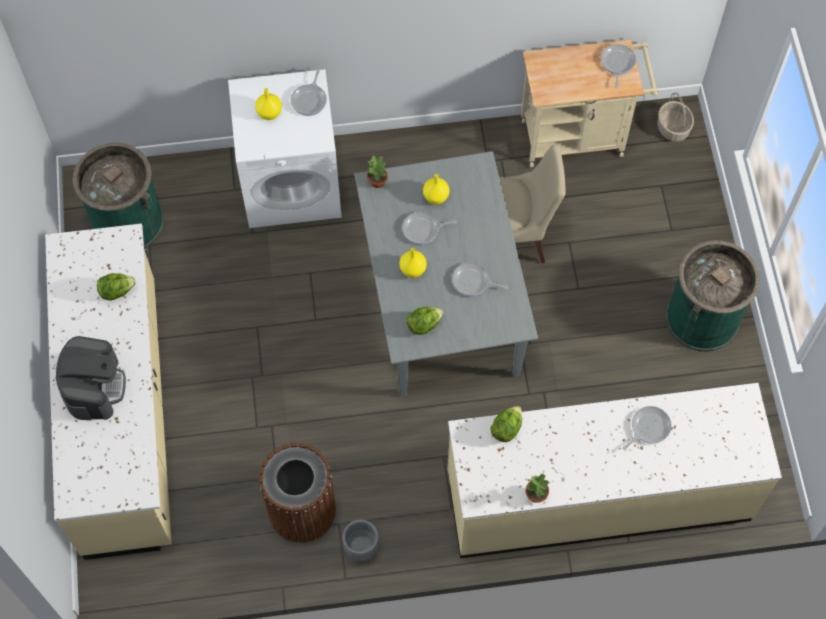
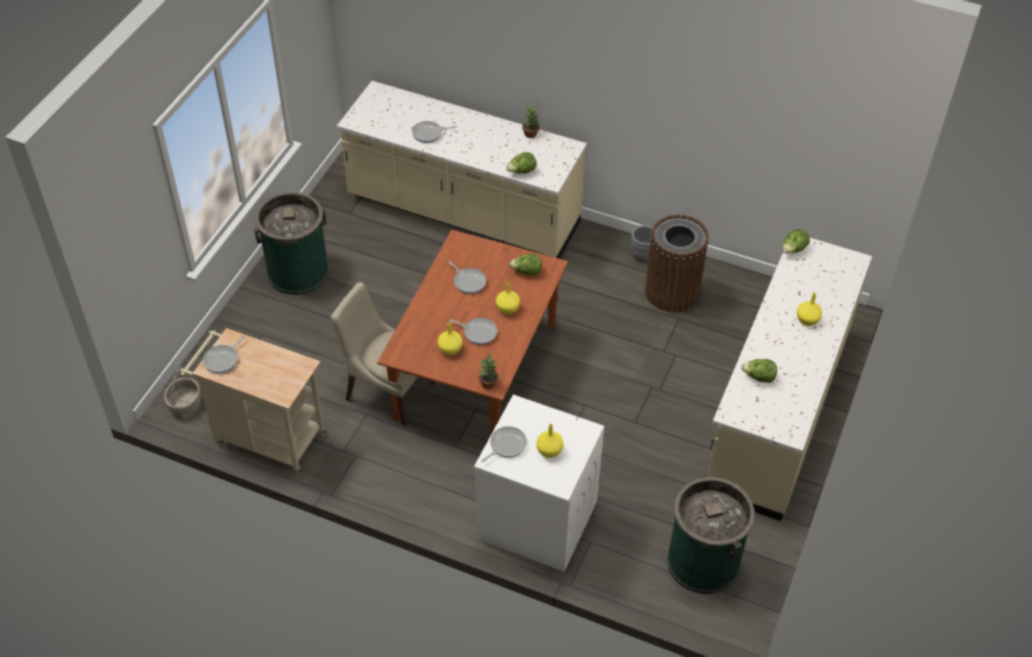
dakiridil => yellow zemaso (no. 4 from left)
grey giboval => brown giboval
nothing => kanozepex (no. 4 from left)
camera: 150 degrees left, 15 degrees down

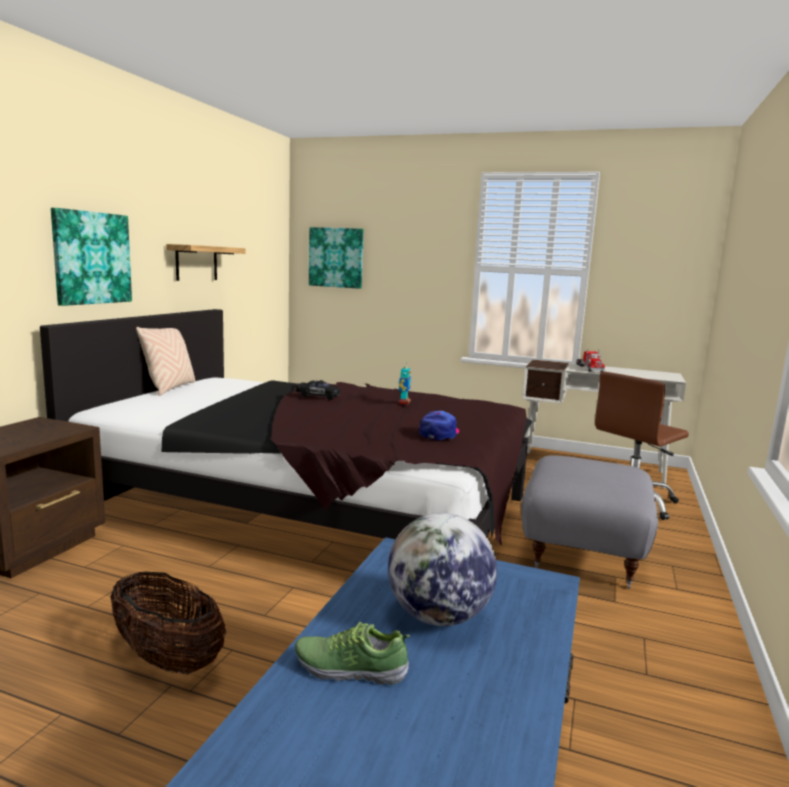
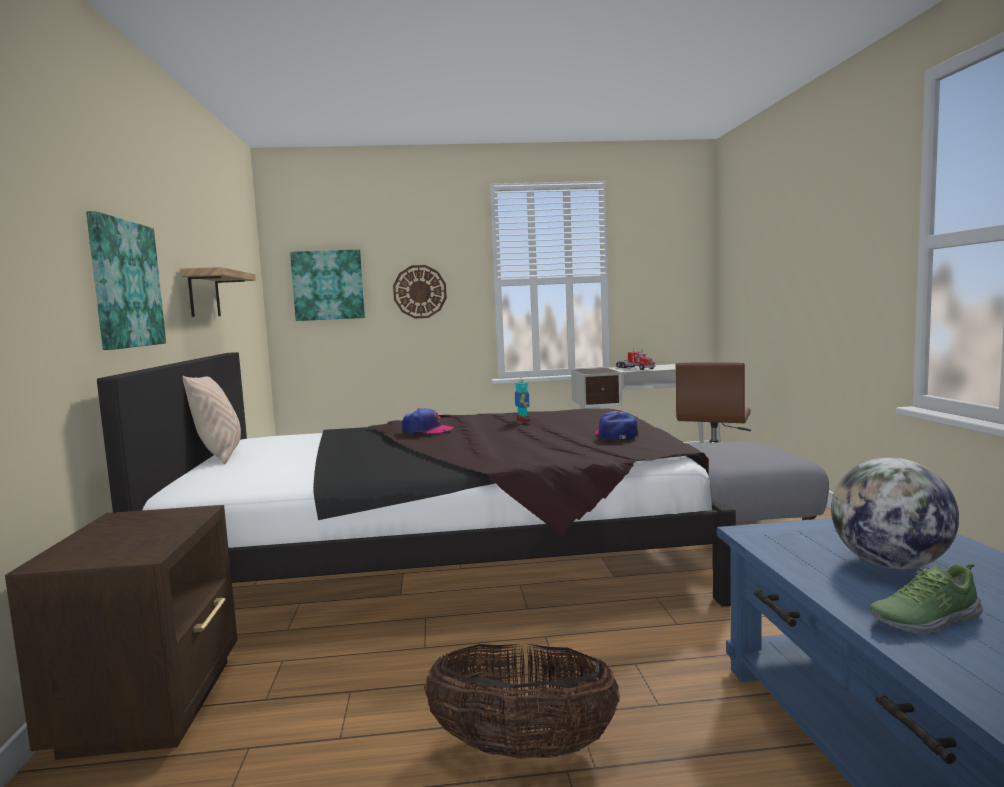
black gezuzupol => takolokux (no. 1 from left)
nothing => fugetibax
camera: 25 degrees left, 5 degrees down

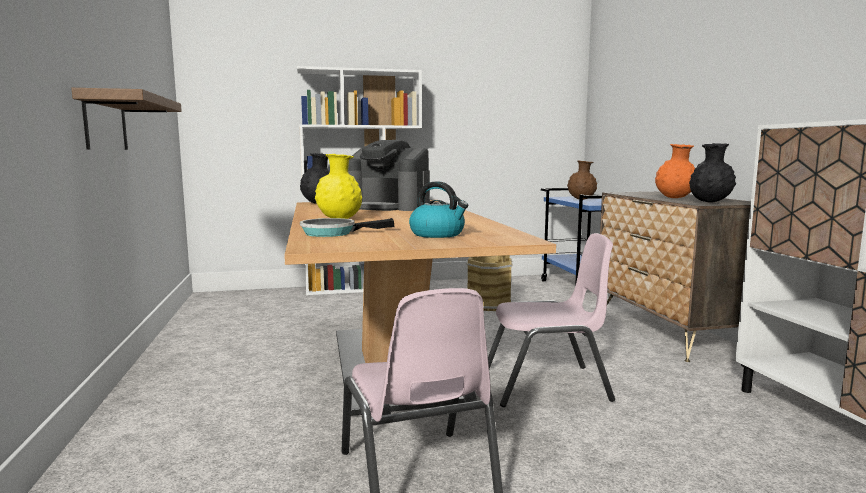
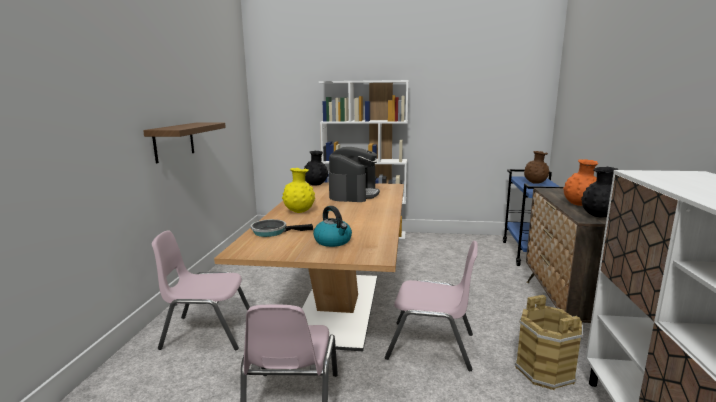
dakiridil, 120 degrees counterclockwise
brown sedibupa, relocated
nothing => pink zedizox (no. 1 from left)
camera: 20 degrees right, 5 degrees up

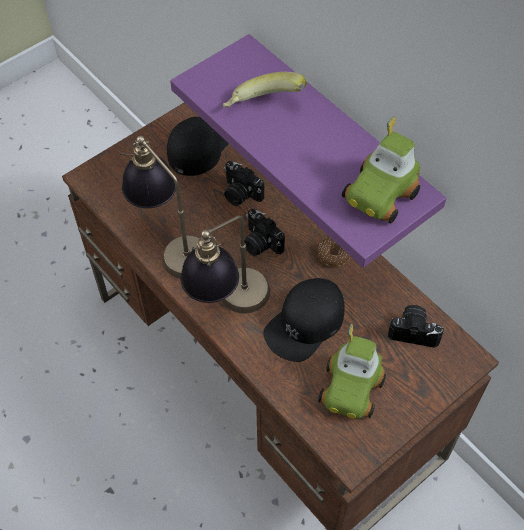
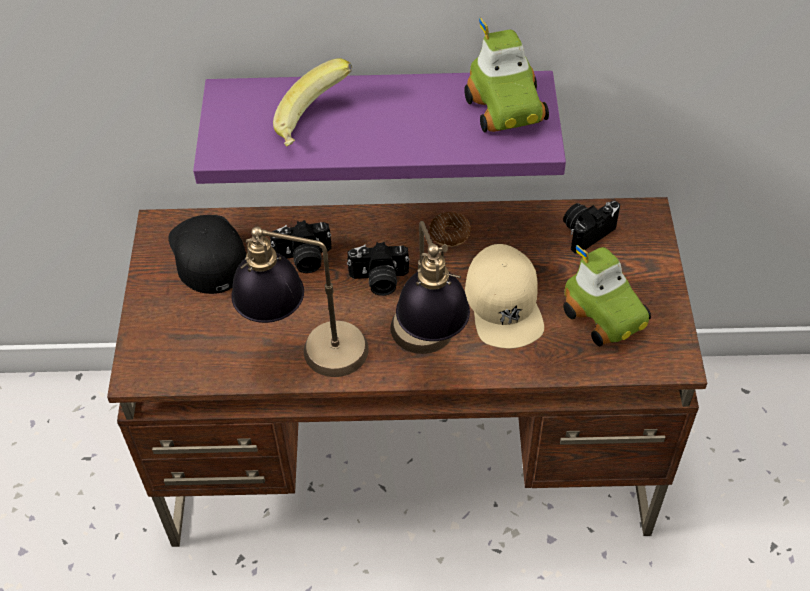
black takolokux (no. 2 from left) => beige takolokux
camera: 50 degrees left, 5 degrees down

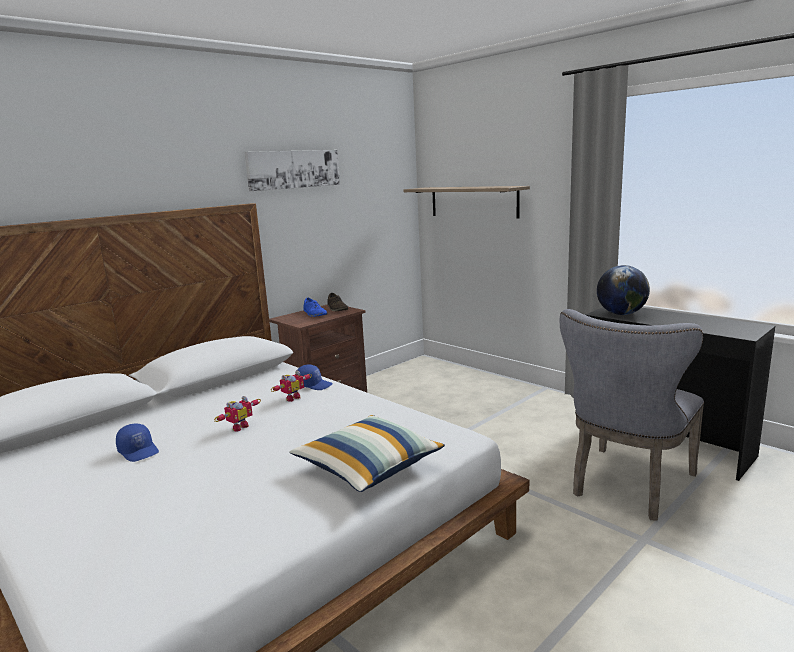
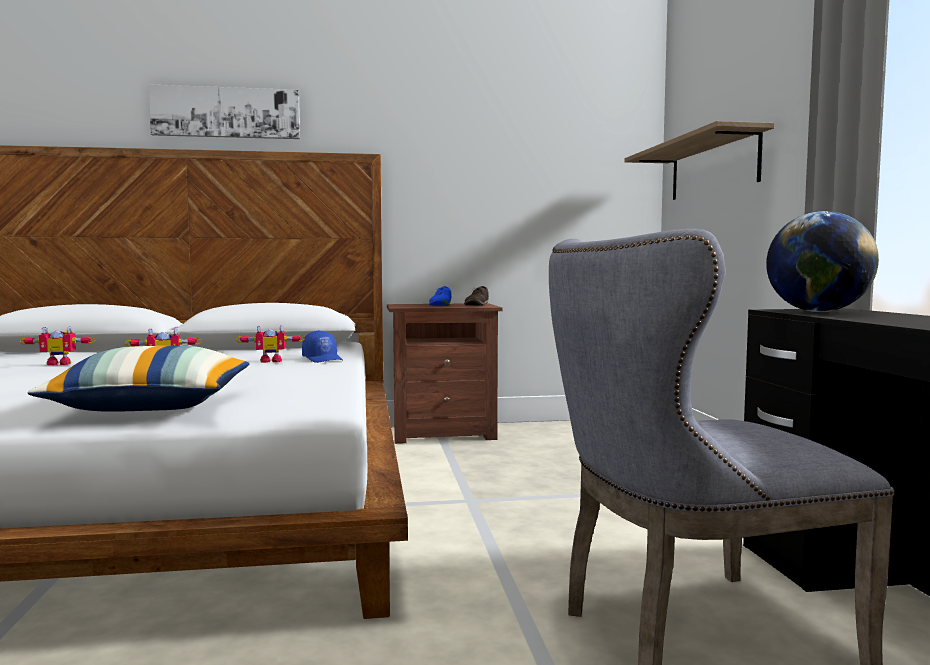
blue takolokux (no. 1 from left) => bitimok (no. 1 from left)
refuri, relocated
camera: 35 degrees right, 10 degrees down

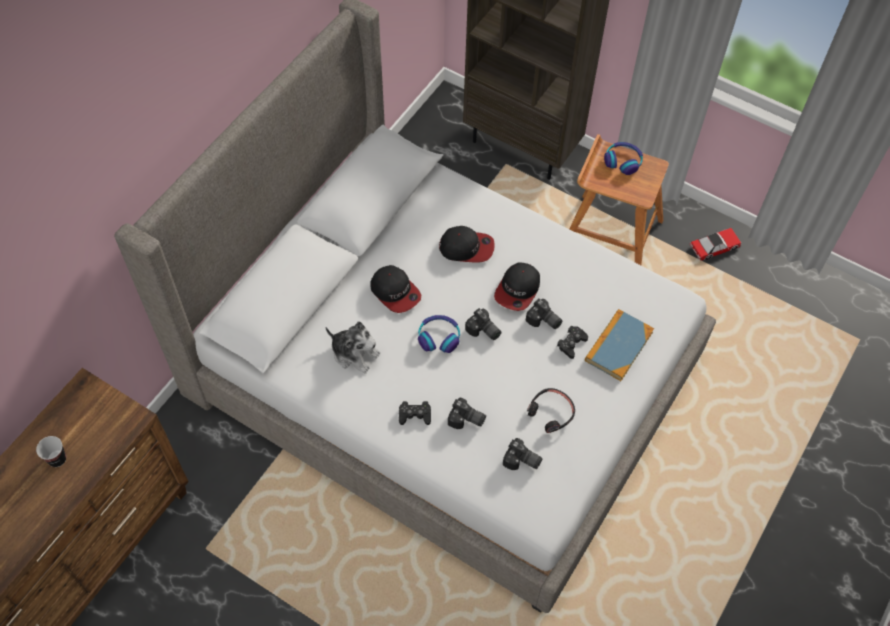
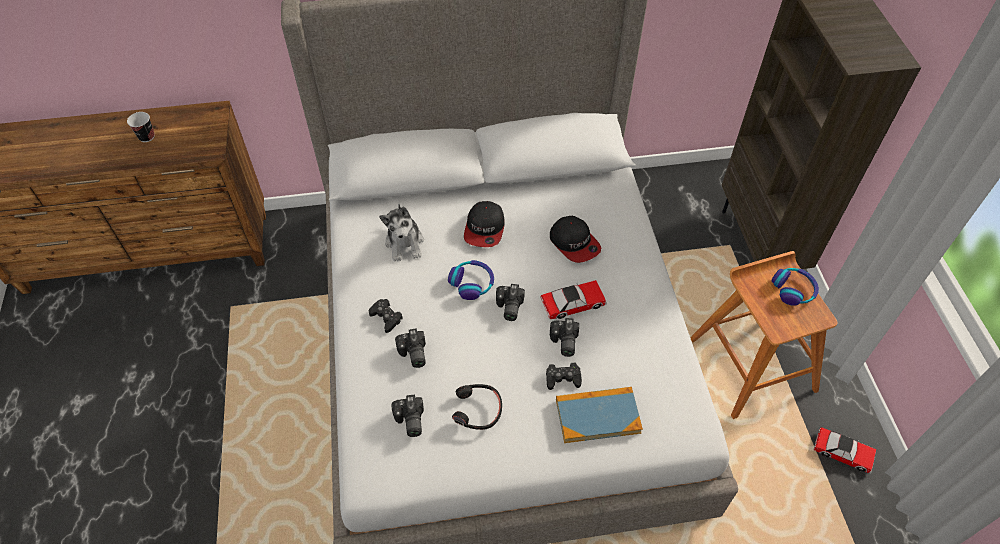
takolokux (no. 3 from left) => gezuzupol (no. 1 from left)
camera: 50 degrees right, 5 degrees down

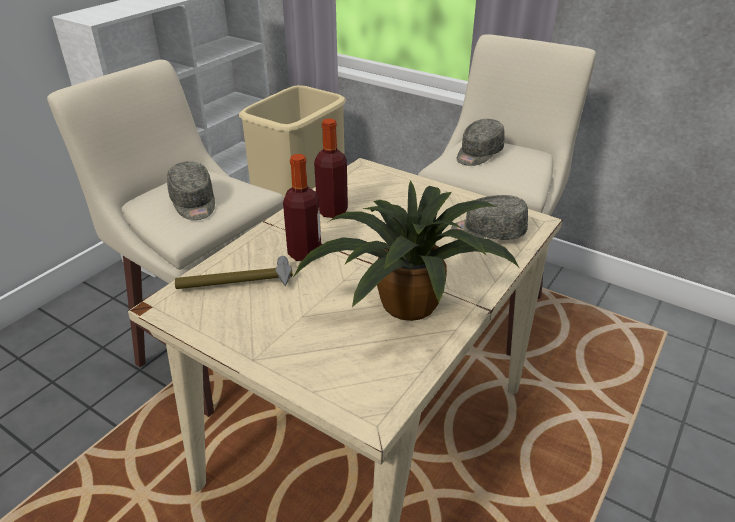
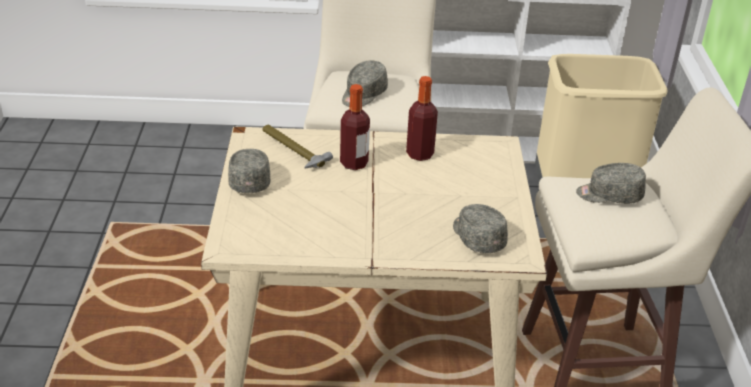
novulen => nothing
nothing => grey takolokux (no. 1 from left)
camera: 55 degrees right, 0 degrees up

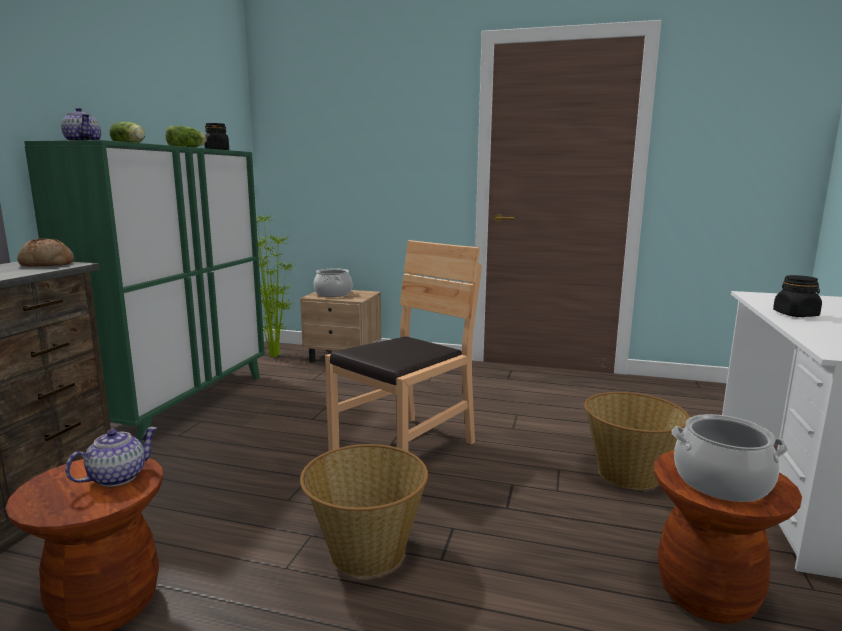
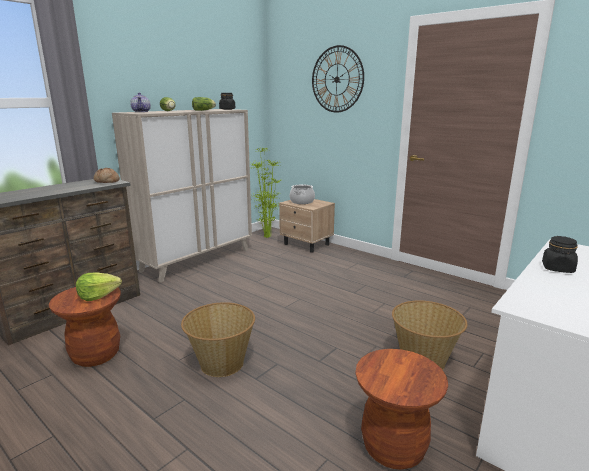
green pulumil => beige pulumil
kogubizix (no. 2 from left) => kanozepex (no. 1 from left)
brown zedizox => nothing
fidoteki (no. 2 from left) => nothing
nothing => fugetibax
camera: 25 degrees right, 5 degrees up

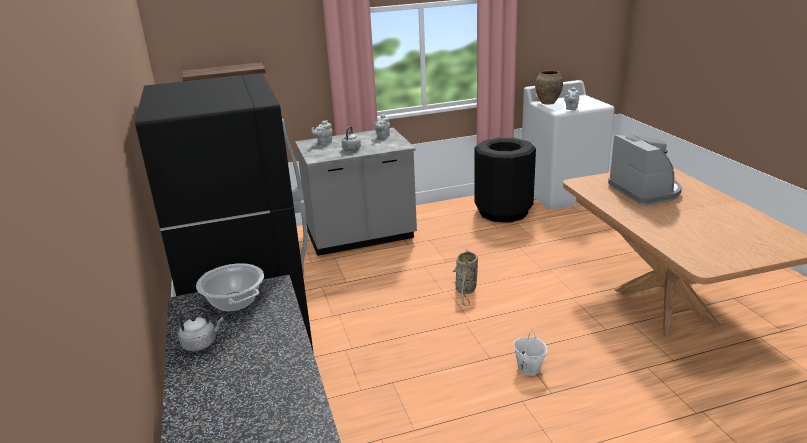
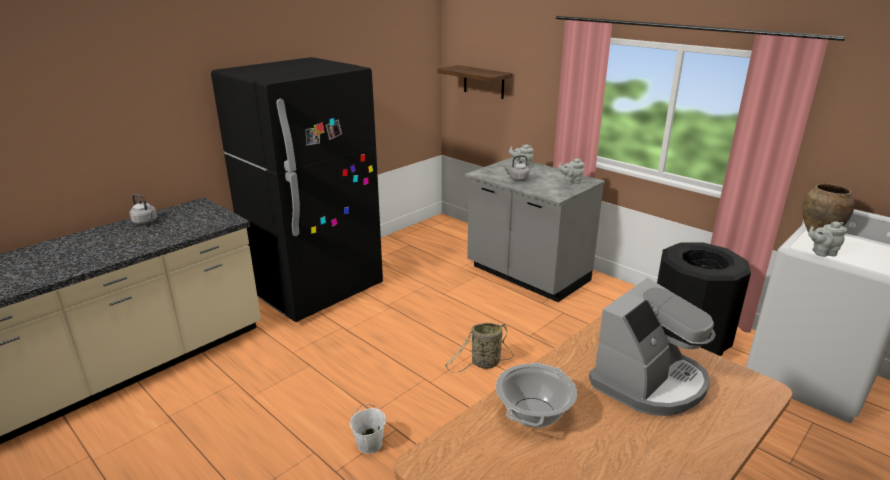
fidoteki, relocated
camera: 60 degrees right, 0 degrees up

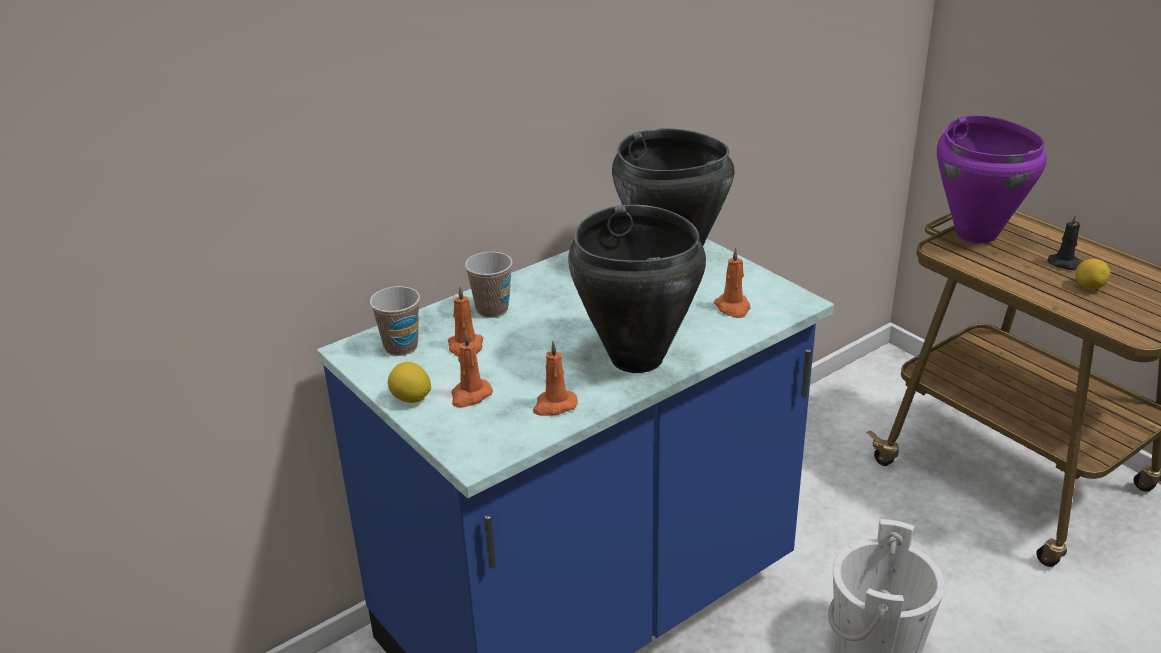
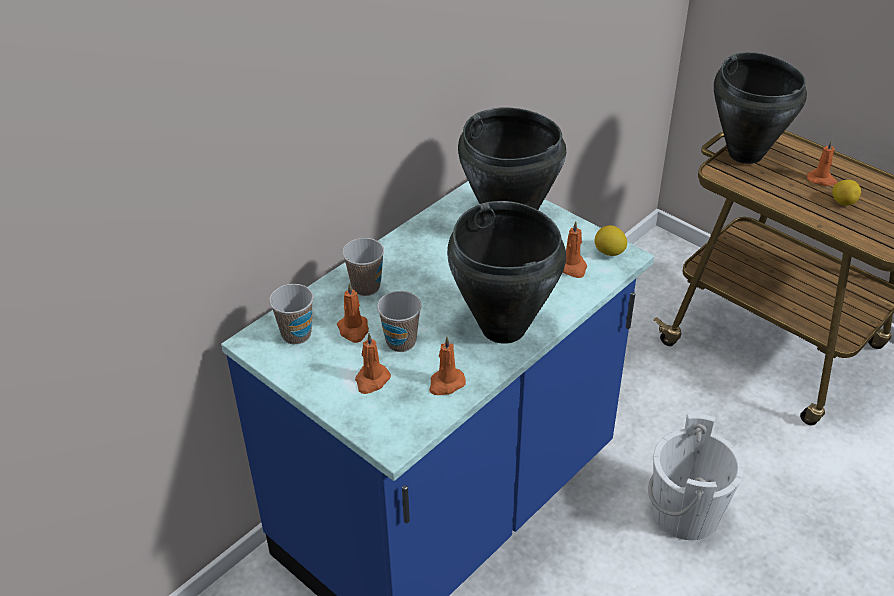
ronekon (no. 1 from left), relocated
purple fidoteki => black fidoteki (no. 3 from left)
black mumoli => orange mumoli (no. 5 from left)
nothing => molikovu (no. 3 from left)
camera: 10 degrees left, 10 degrees up

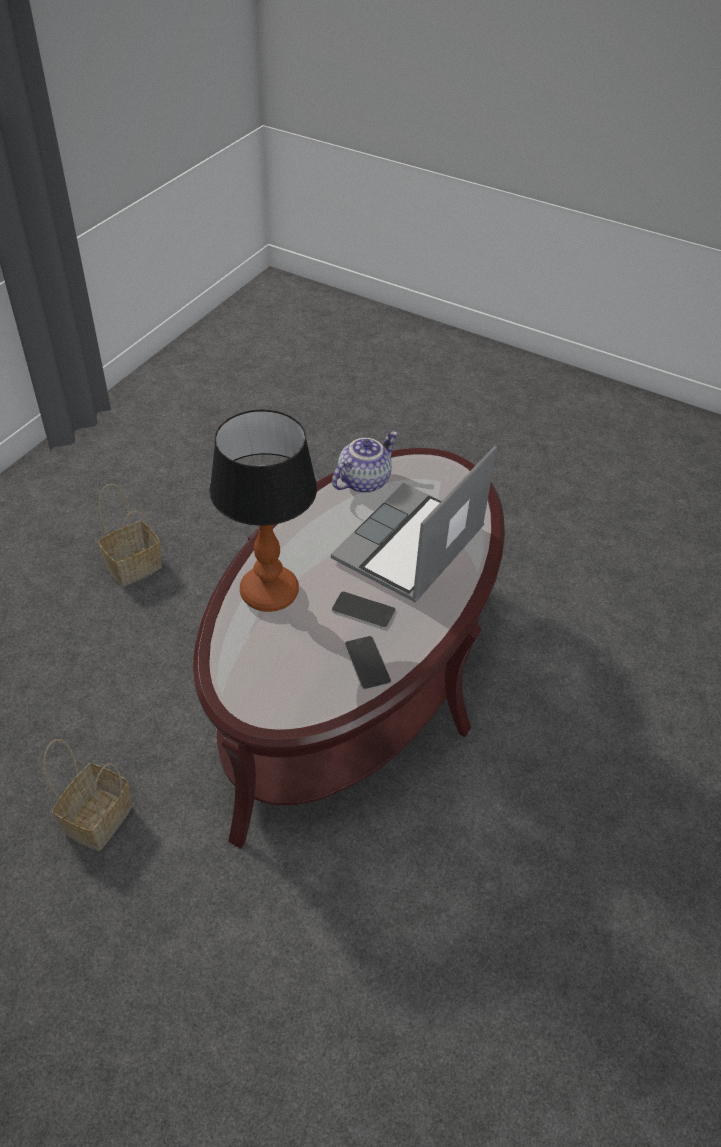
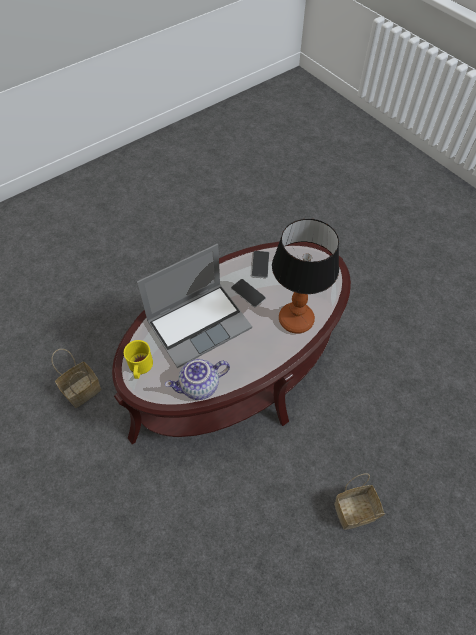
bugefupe (no. 1 from left), relocated
nothing => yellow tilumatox
camera: 155 degrees left, 10 degrees up

